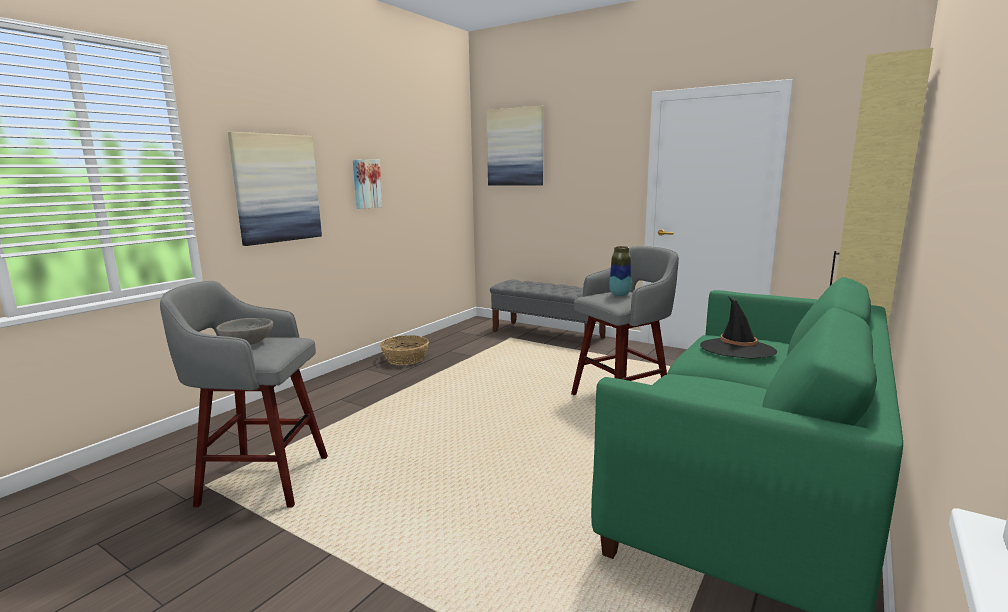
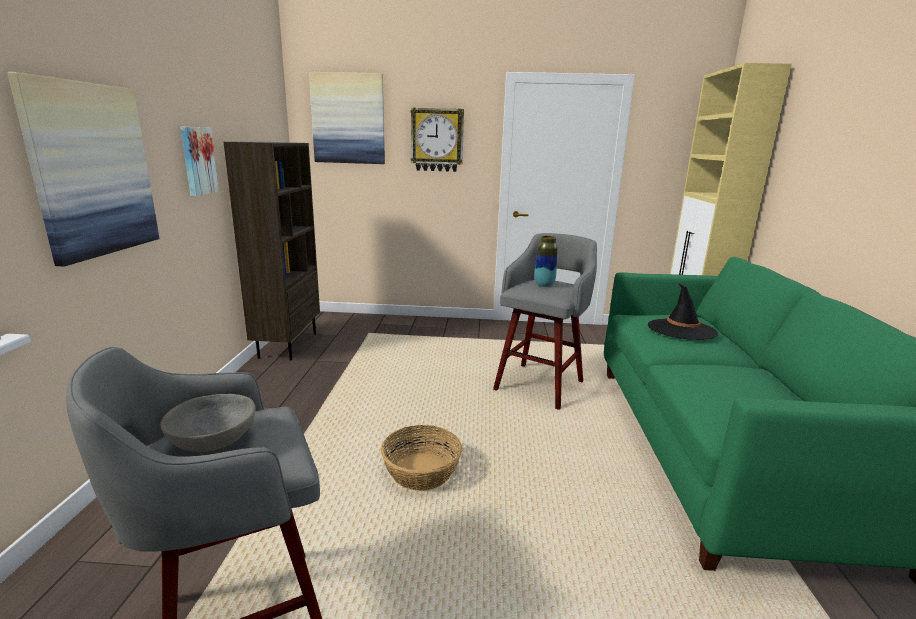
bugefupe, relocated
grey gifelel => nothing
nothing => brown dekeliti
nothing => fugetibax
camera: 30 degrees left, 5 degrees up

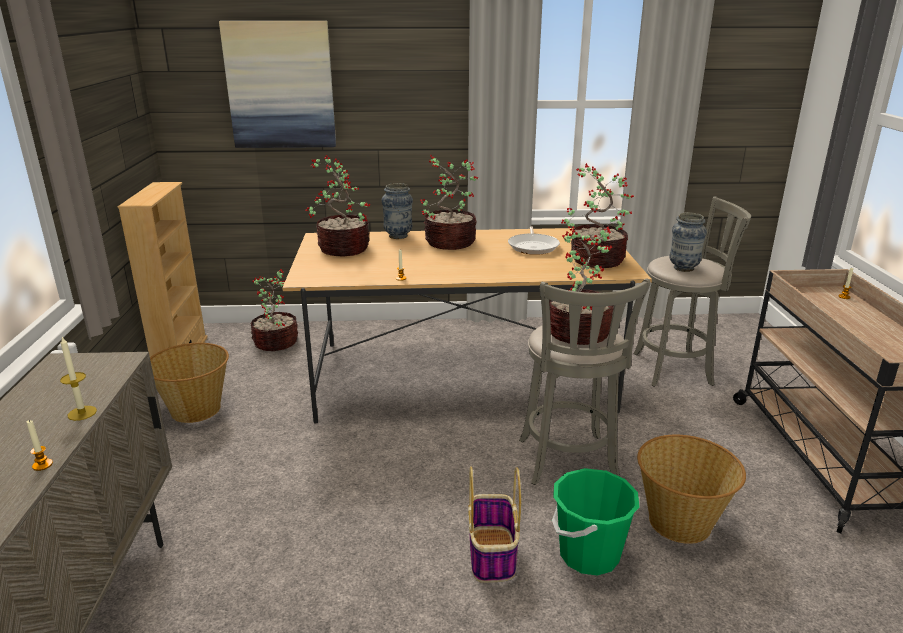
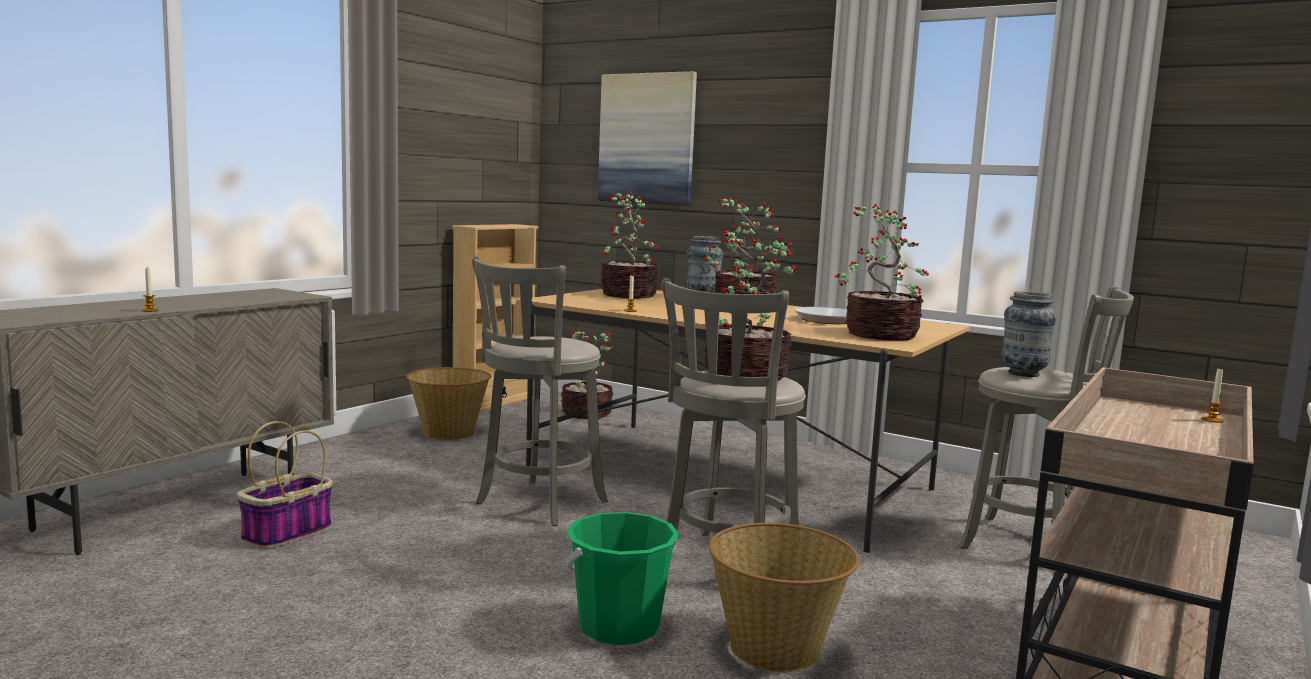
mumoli (no. 2 from left) => nothing
bugefupe (no. 2 from left in the first image) => bugefupe (no. 1 from left), relocated
nothing => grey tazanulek (no. 1 from left)
camera: 35 degrees right, 15 degrees down

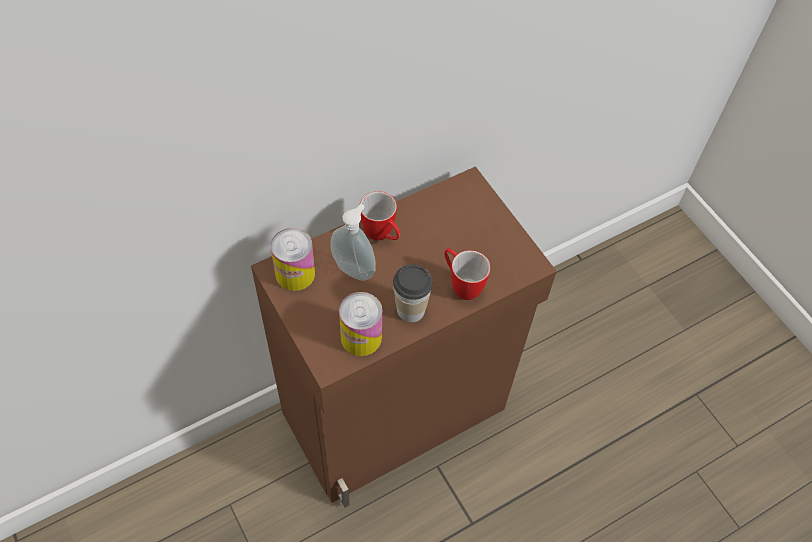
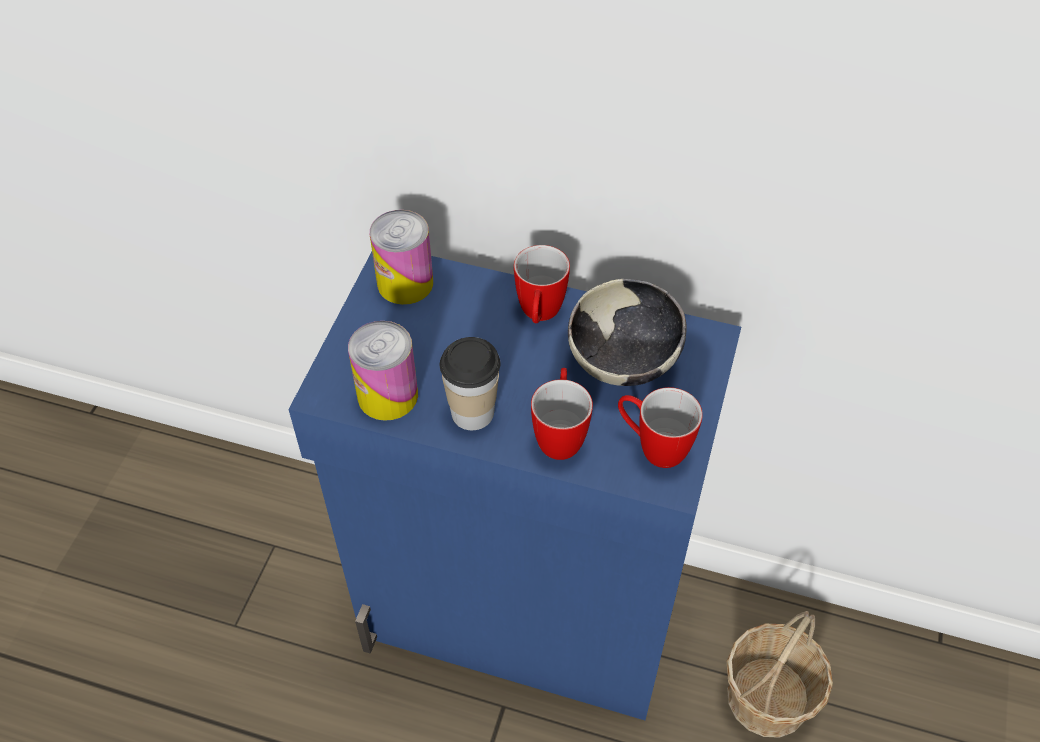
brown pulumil => blue pulumil
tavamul => nothing
nothing => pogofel
nothing => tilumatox (no. 3 from left)
nothing => bugefupe
camera: 50 degrees right, 5 degrees down

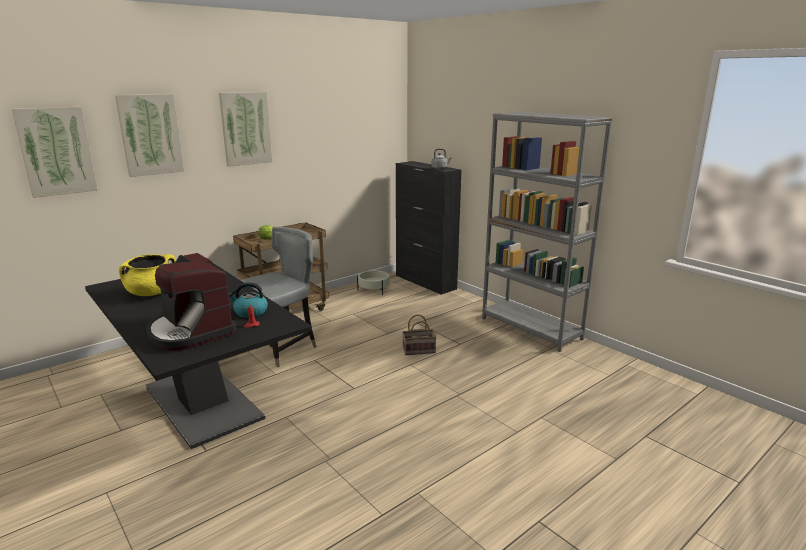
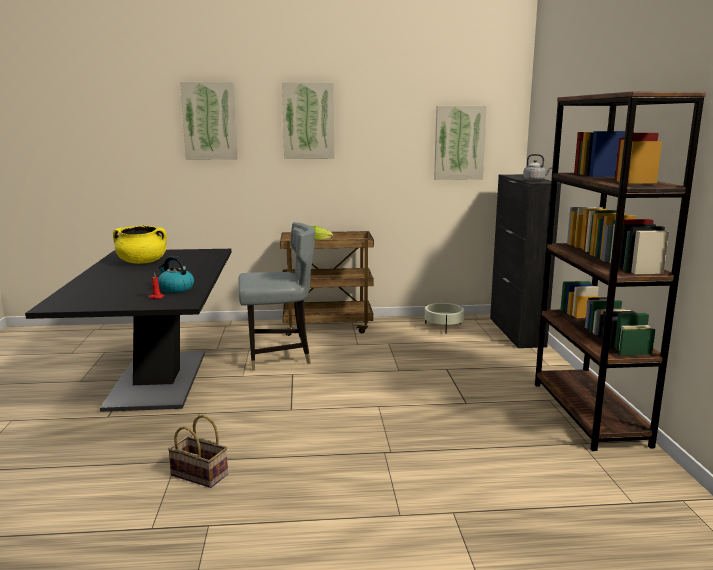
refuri (no. 1 from left in the first image) => refuri (no. 3 from left), relocated
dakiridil => nothing
bugefupe, relocated
grey dekeliti => brown dekeliti
camera: 35 degrees right, 5 degrees down

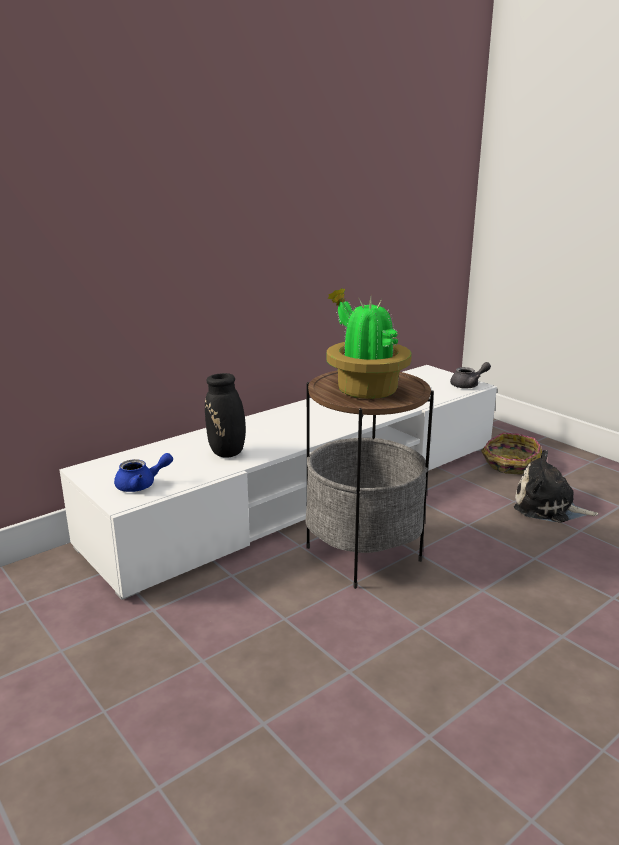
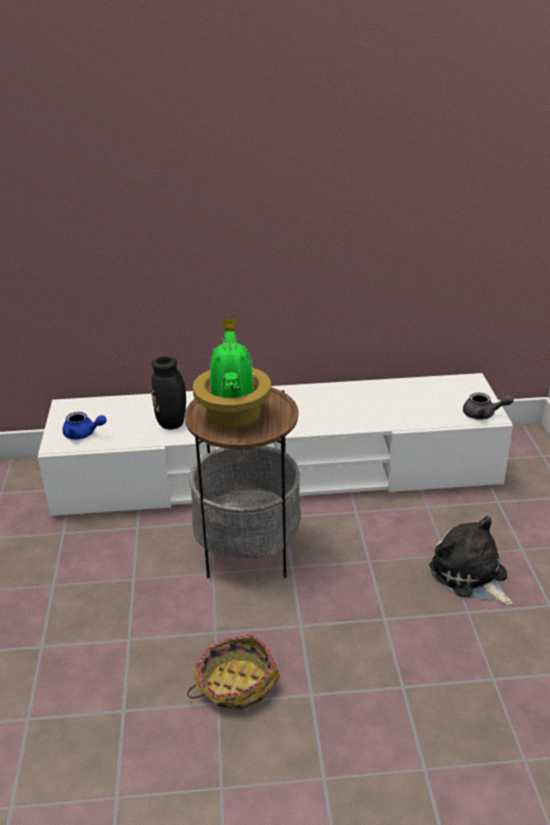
bugefupe, relocated
camera: 35 degrees right, 10 degrees up

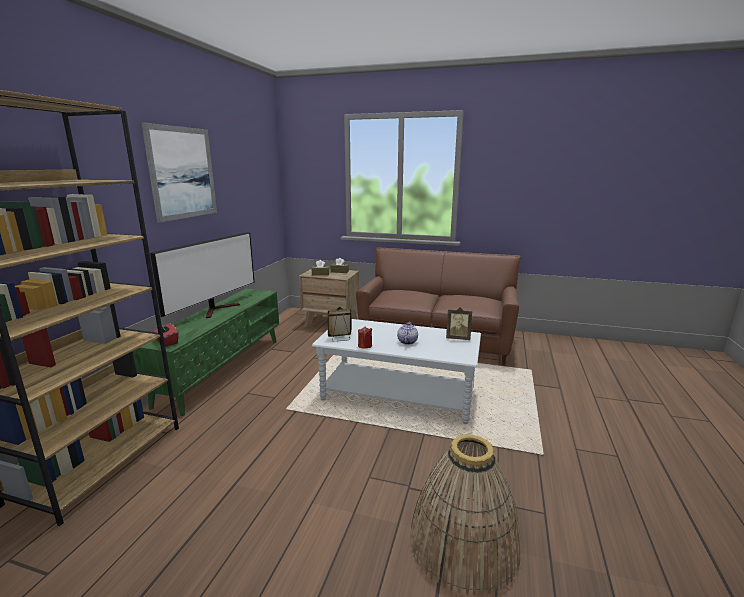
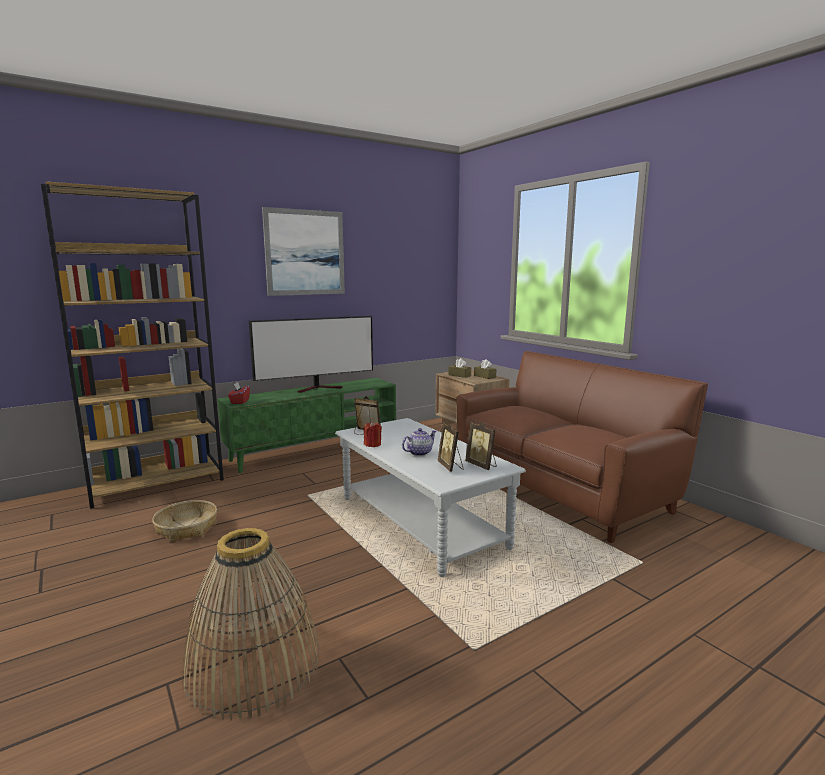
nothing => bugefupe (no. 1 from left)
nothing => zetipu (no. 2 from left)
camera: 40 degrees right, 5 degrees down

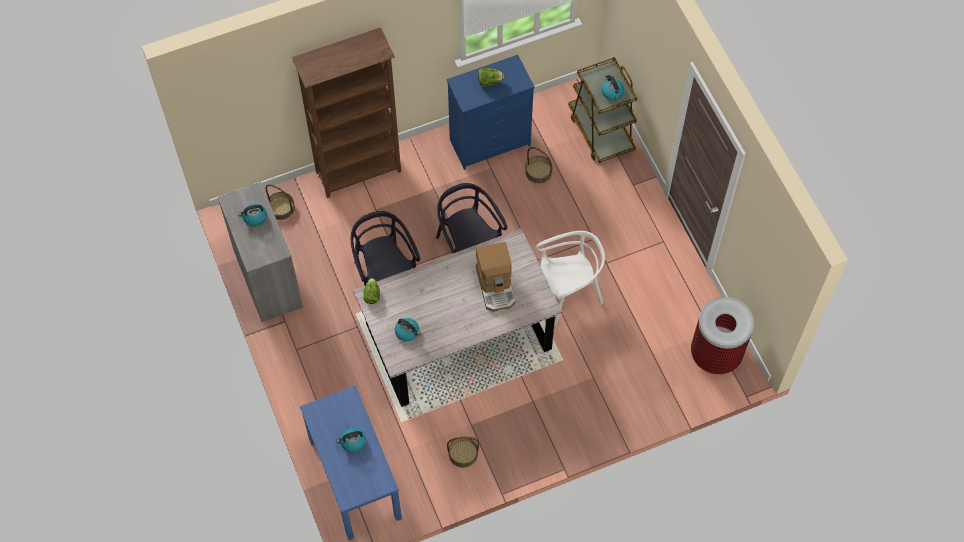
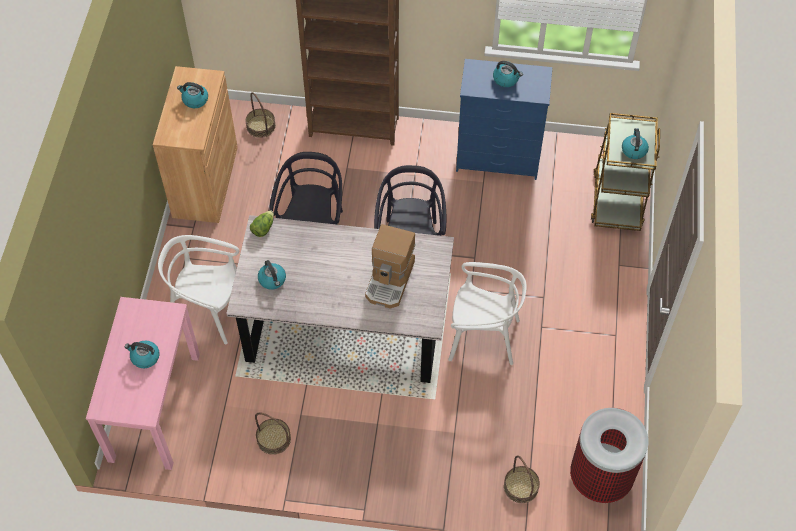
grey pulumil => brown pulumil
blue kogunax => pink kogunax
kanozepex (no. 2 from left) => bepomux (no. 4 from left)
bugefupe (no. 3 from left), relocated
nothing => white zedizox (no. 1 from left)
camera: 30 degrees right, 5 degrees down

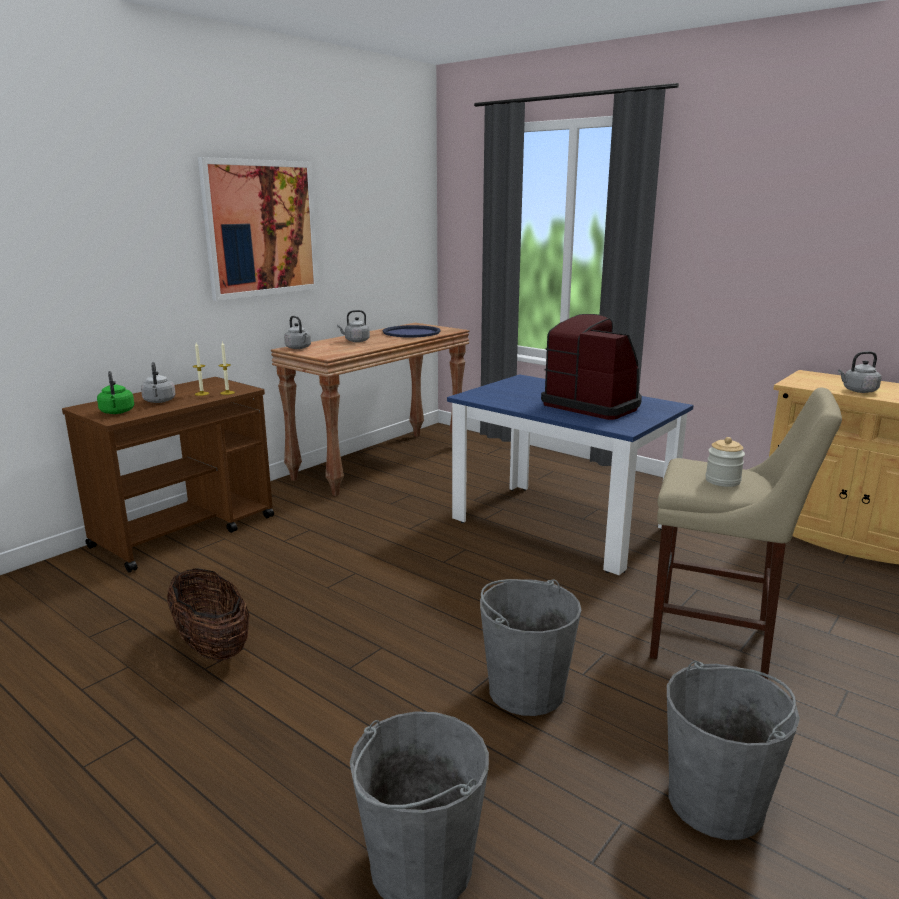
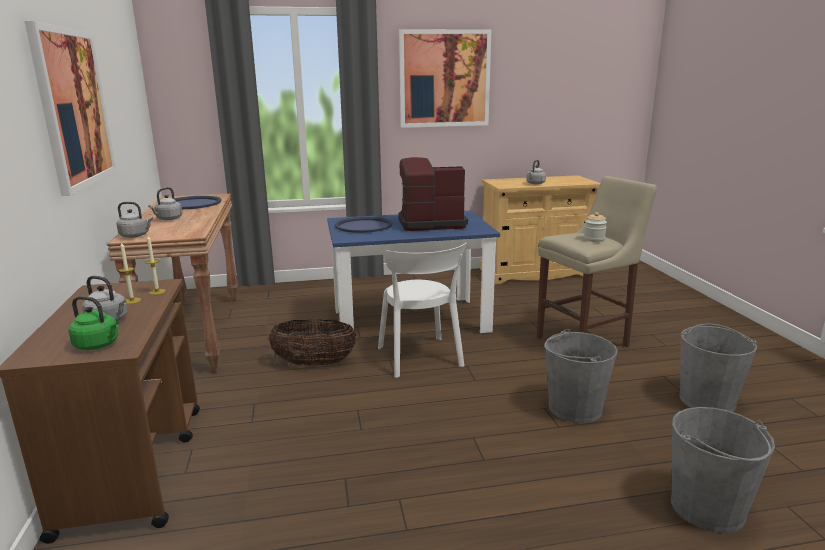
bugefupe, relocated
nothing => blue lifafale (no. 2 from left)
nothing => white zedizox
nothing => refuri (no. 2 from left)
camera: 50 degrees left, 0 degrees up

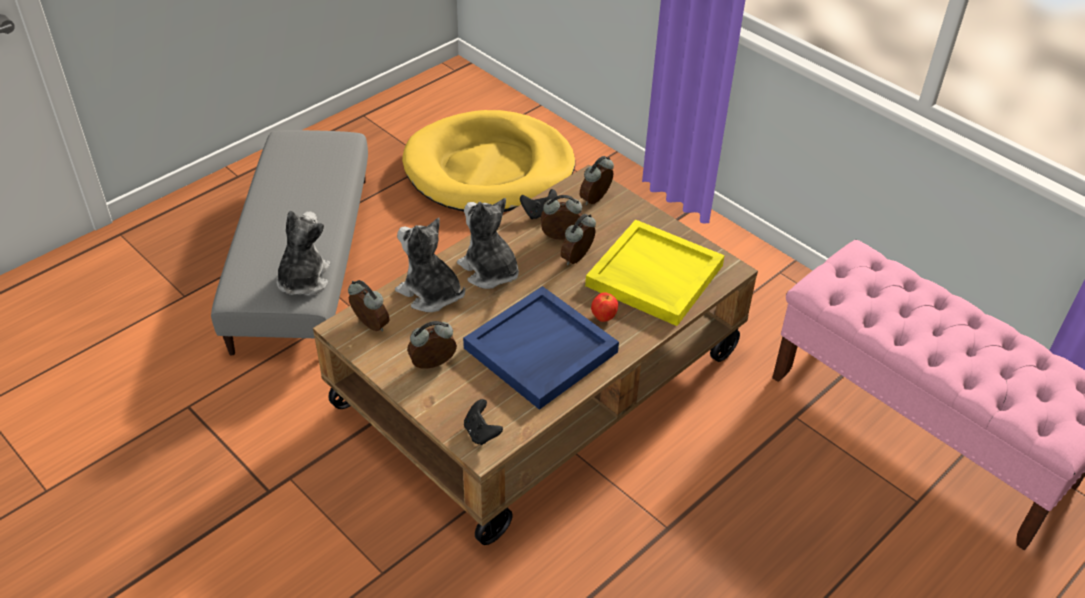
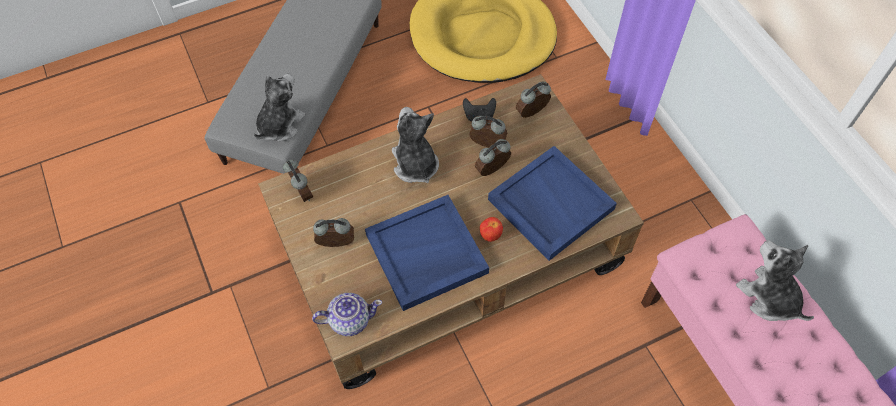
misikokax (no. 2 from left in the first image) => misikokax (no. 3 from left), relocated
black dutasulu (no. 1 from left) => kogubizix
yellow lifafale => blue lifafale (no. 2 from left)
camera: 20 degrees right, 15 degrees up

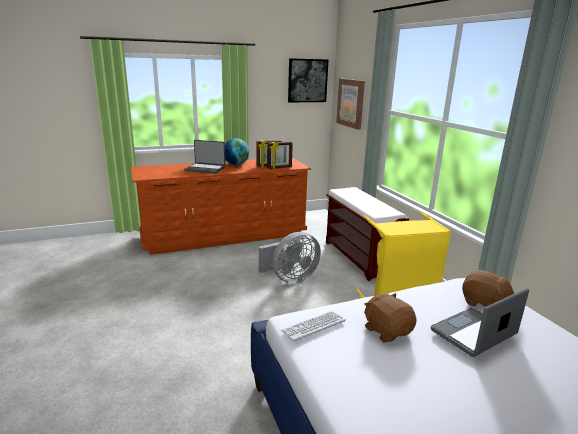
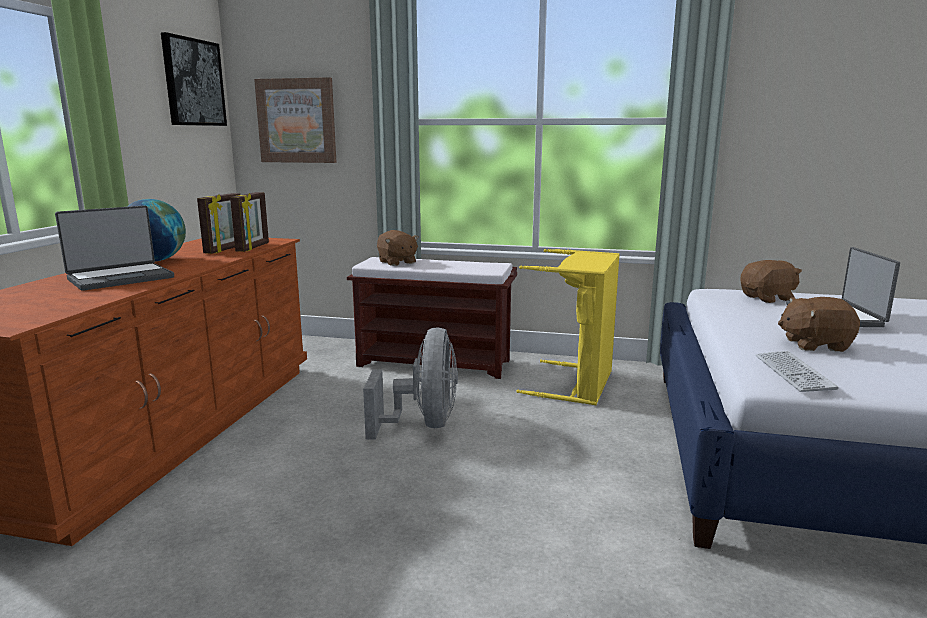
nothing => brown misikokax (no. 1 from left)
camera: 55 degrees left, 5 degrees down

